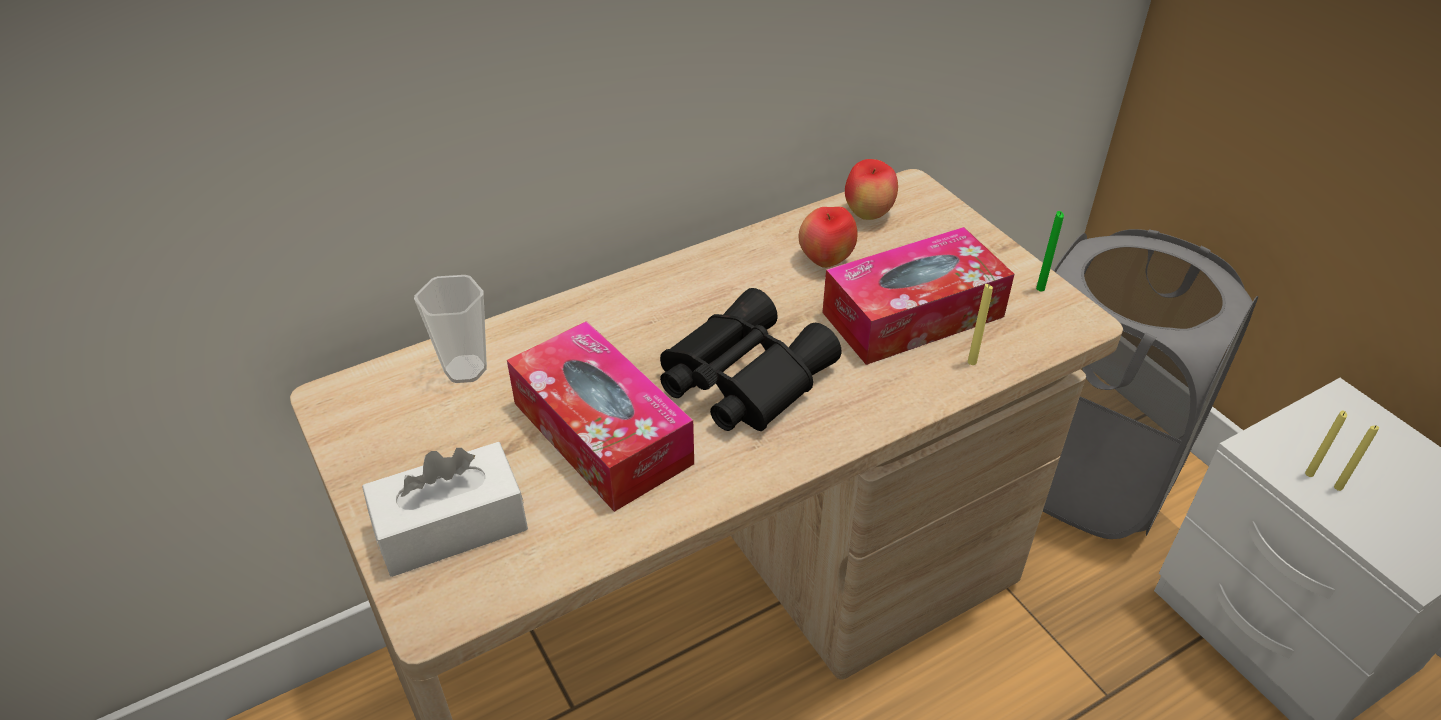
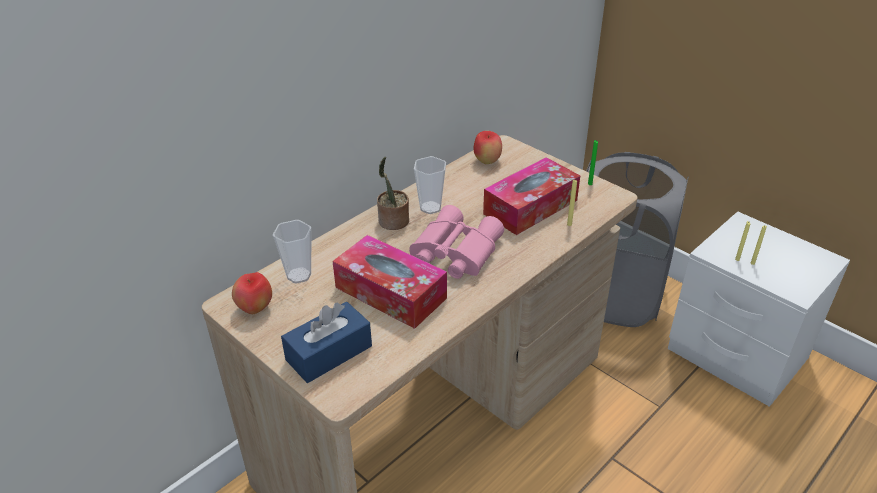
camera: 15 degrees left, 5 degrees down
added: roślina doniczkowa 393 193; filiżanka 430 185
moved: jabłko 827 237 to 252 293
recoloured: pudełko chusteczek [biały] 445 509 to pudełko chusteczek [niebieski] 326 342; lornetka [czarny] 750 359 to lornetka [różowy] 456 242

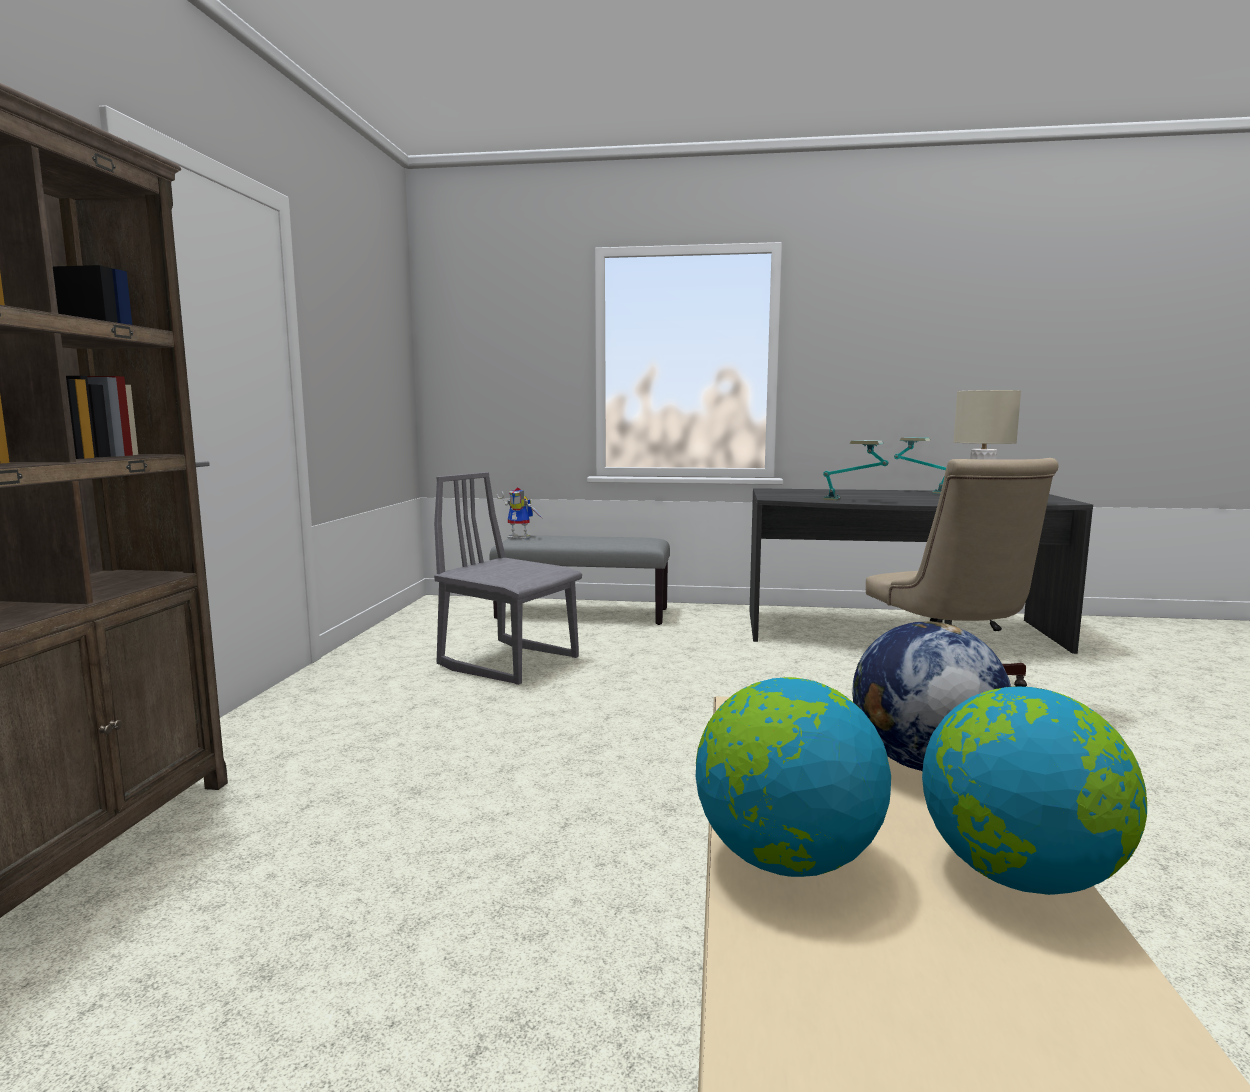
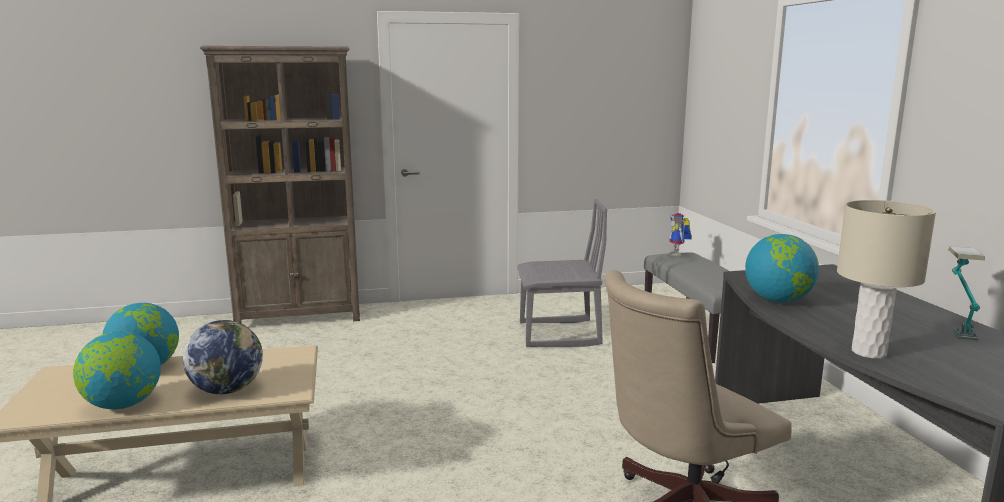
camera: 70 degrees right, 5 degrees up
replaced: lampa stołowa 856 470 to globus 782 268
turned: krzesło [szary] 508 578 = 562 273 75 degrees clockwise

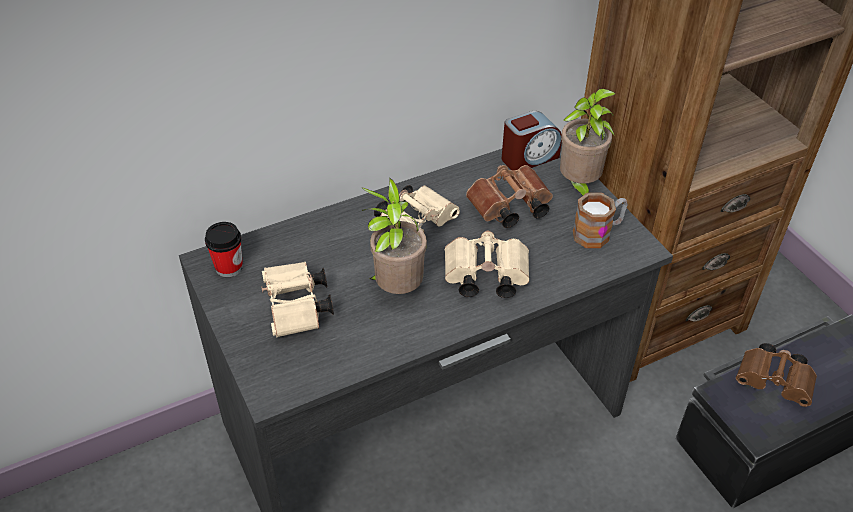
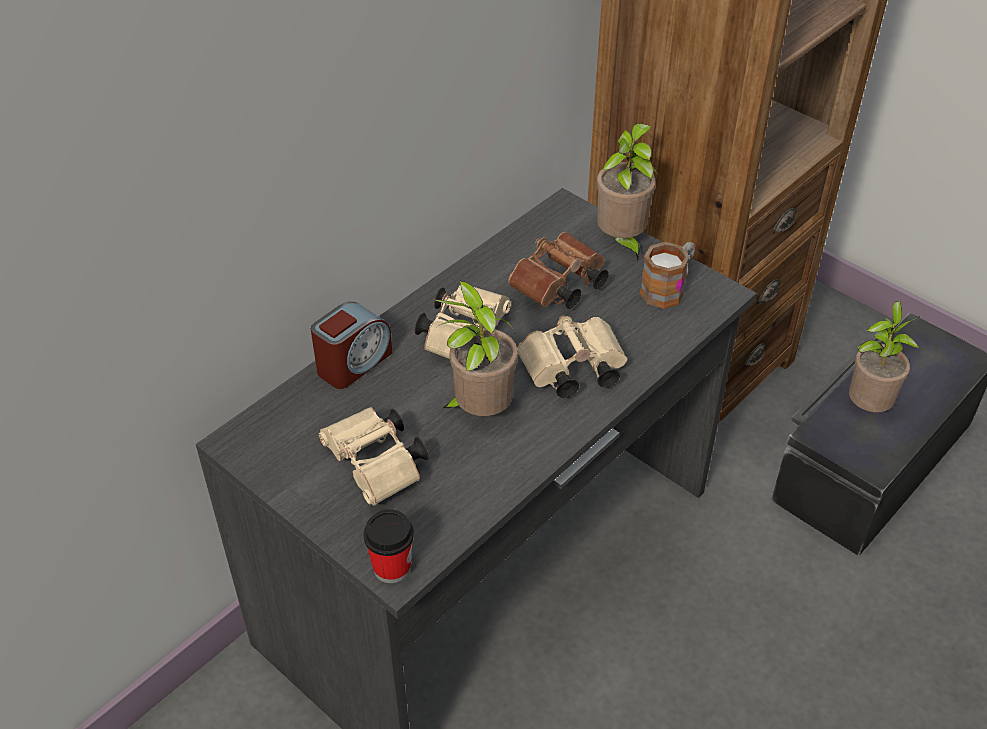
camera: 20 degrees left, 0 degrees up
moved: filiżanka 224 250 to 389 546; budzik 532 140 to 351 345
replaced: lornetka [brązowy] 776 375 to roślina doniczkowa 884 356

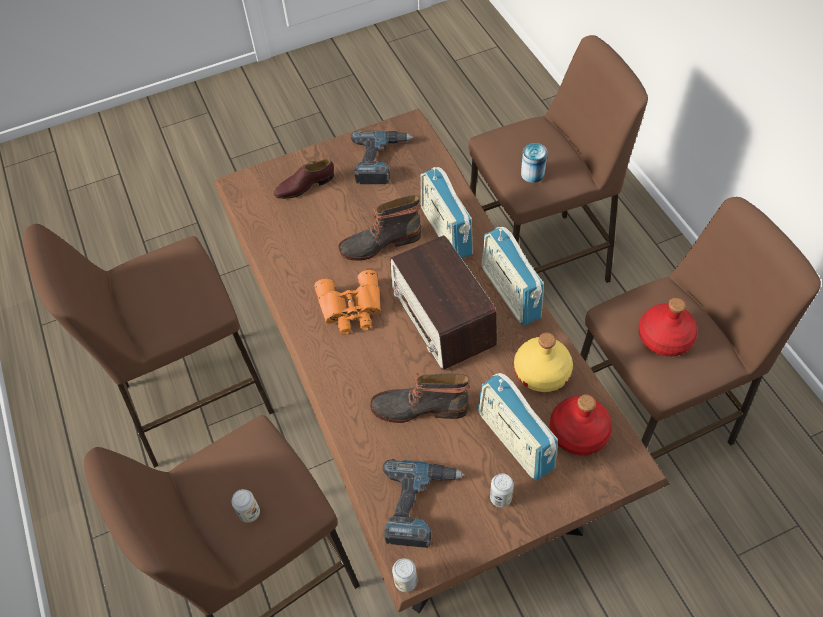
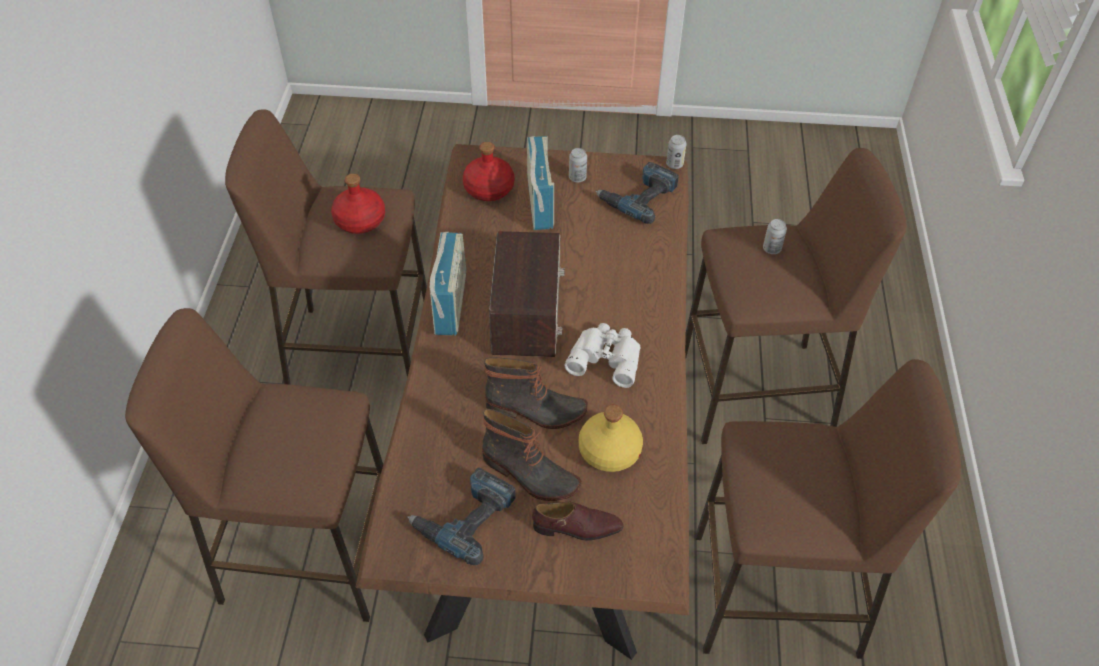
camera: 155 degrees left, 5 degrees down
removed: radio 447 212; puszka 534 163
moved: but z cholewką 419 398 to 531 455; butelka [żółty] 543 362 to 611 438
recoloured: lornetka [pomarańczowy] 347 302 to lornetka [biały] 603 355

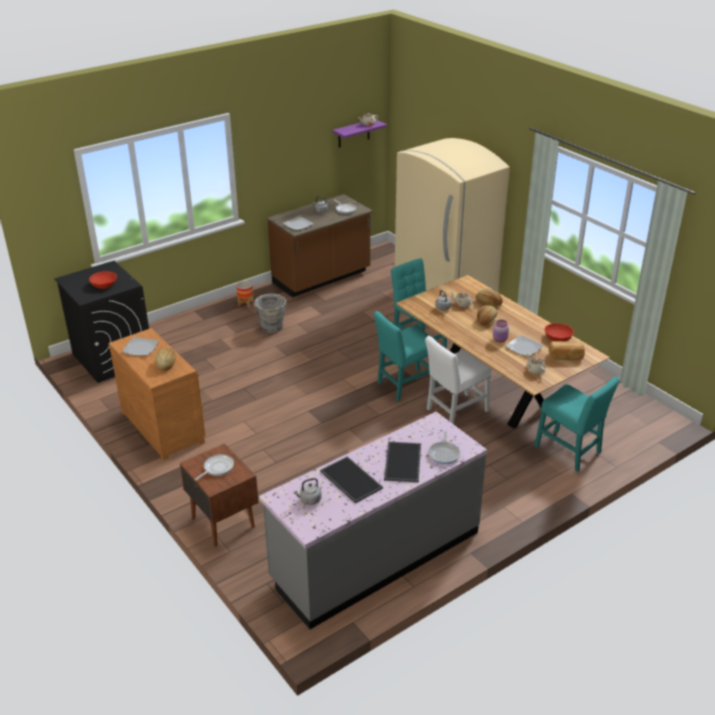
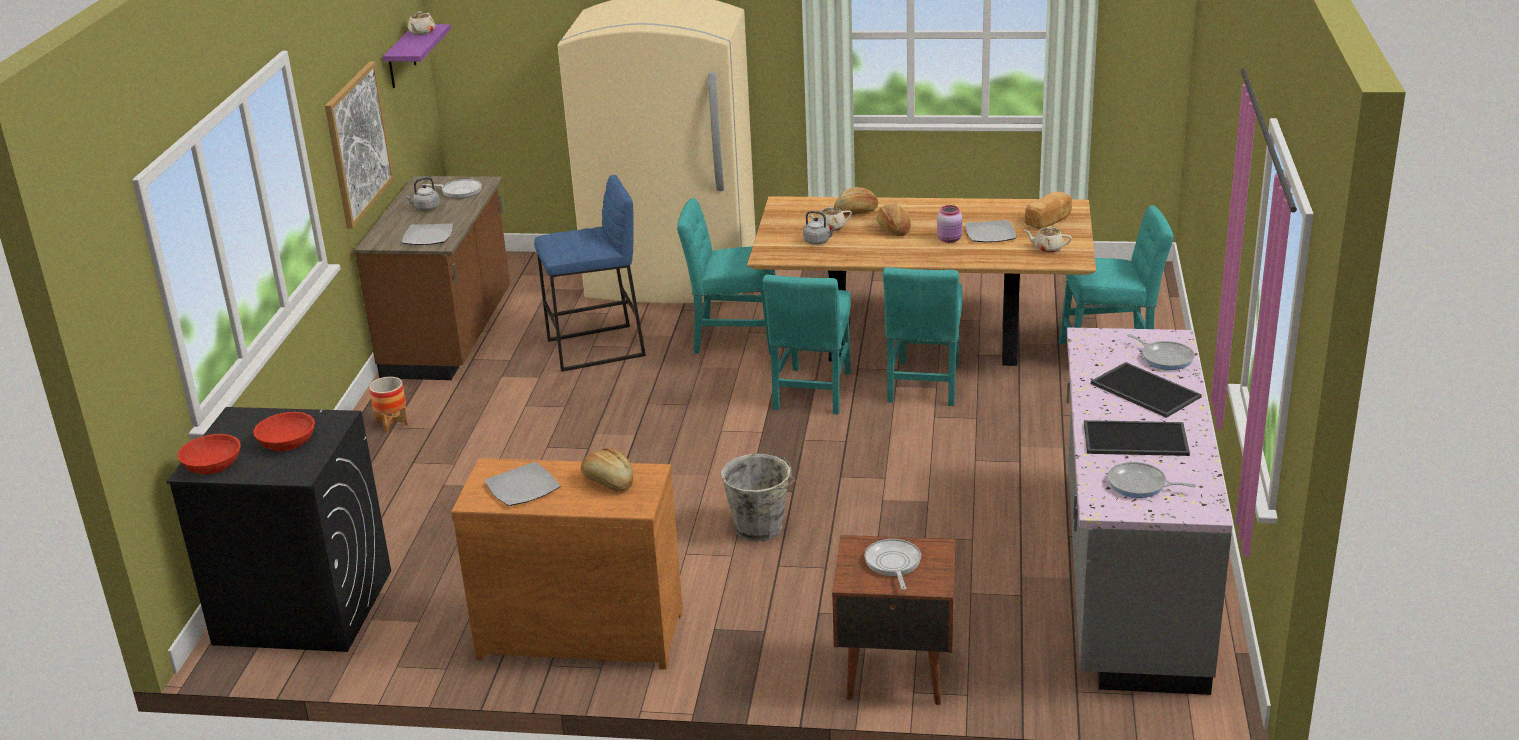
camera: 45 degrees left, 5 degrees down
added: obraz 359 145; stołek [niebieski] 590 273
moved: wiadro [szary] 270 313 to 758 497; miska [czerwony] 559 332 to 209 454
replaced: czajnik [szary] 307 491 to patelnia 1151 480
recoloured: krzesło [biały] 458 380 to krzesło [turkusowy] 922 336

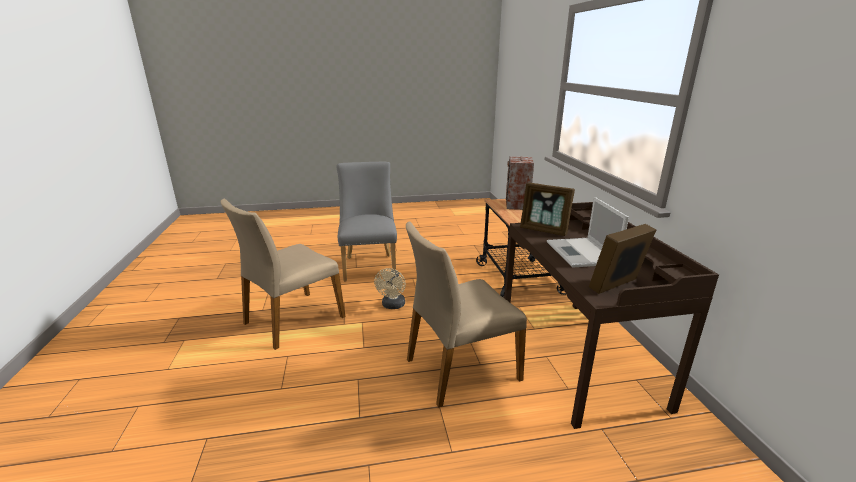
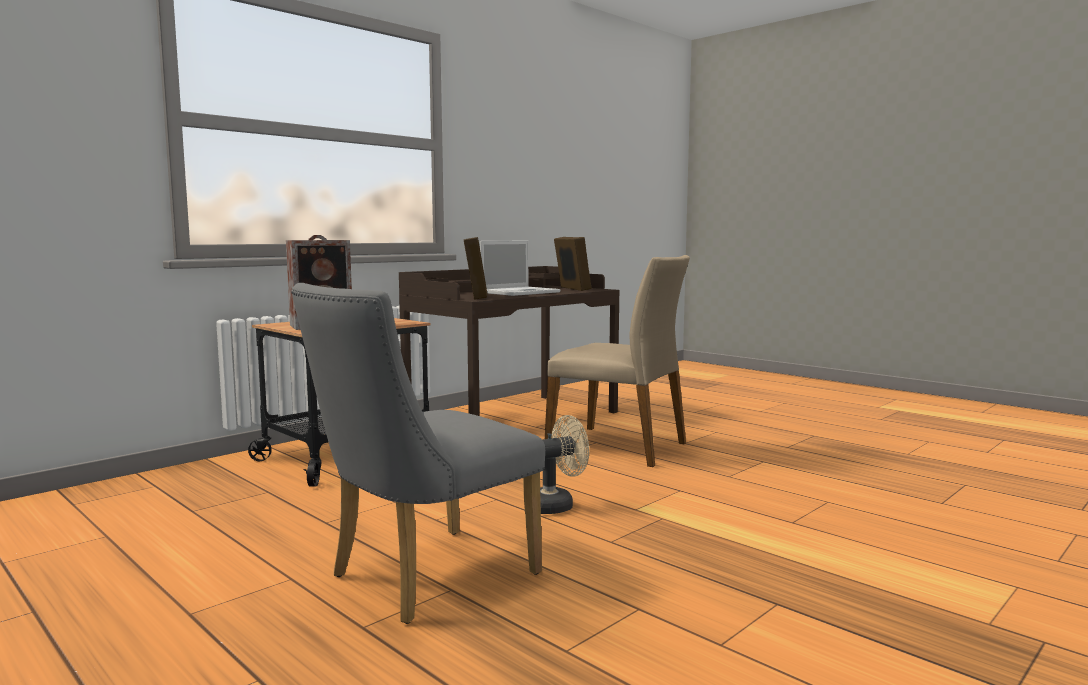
camera: 125 degrees left, 15 degrees down
removed: krzesło [beżowy] 283 274
turned: ramka na zdjęcie 622 259 = 573 264 135 degrees counterclockwise

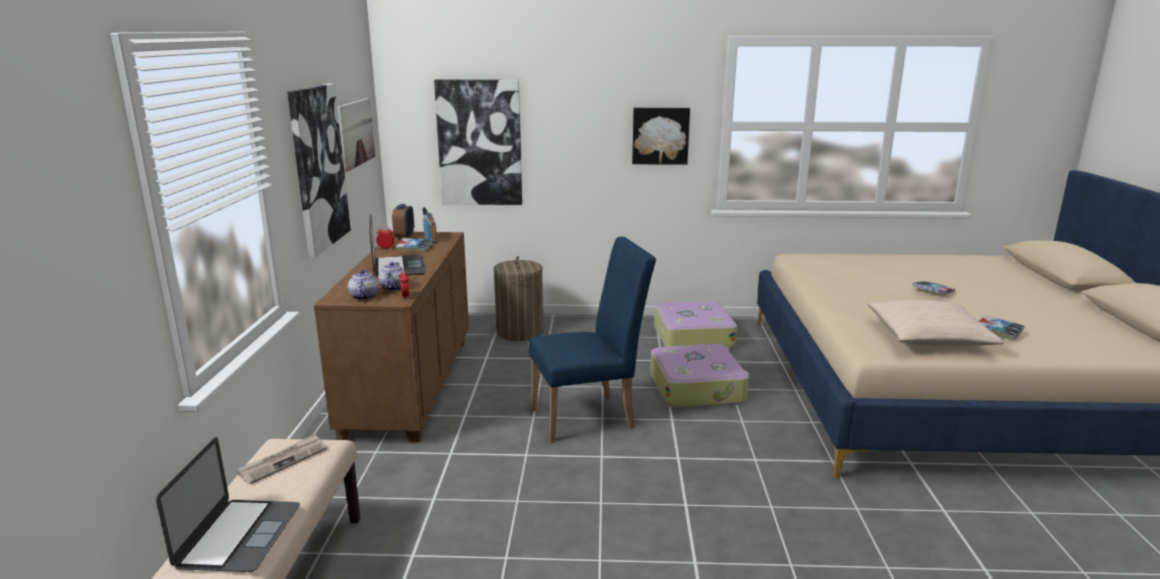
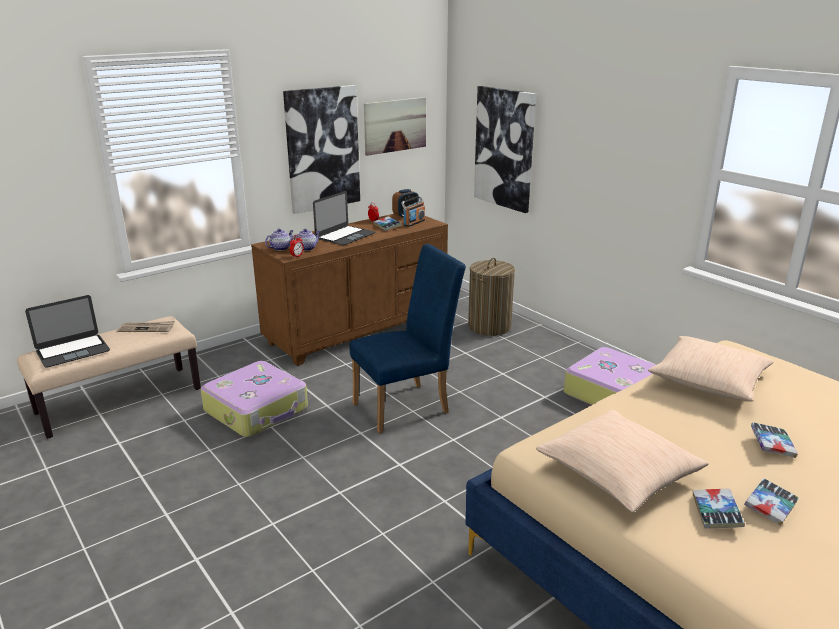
camera: 50 degrees right, 5 degrees up
removed: obraz 661 136
added: poduszka [beżowy] 711 369; książka 771 502
moved: walizka 699 376 to 254 399
turned: krzesło [niebieski] 592 340 = 407 338 60 degrees counterclockwise

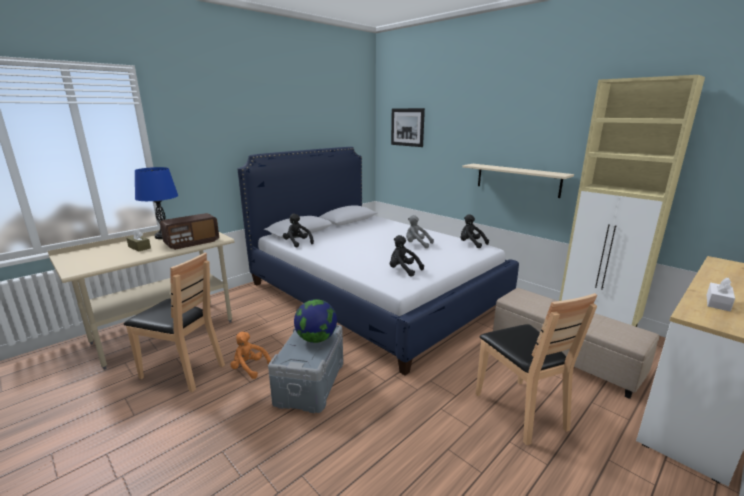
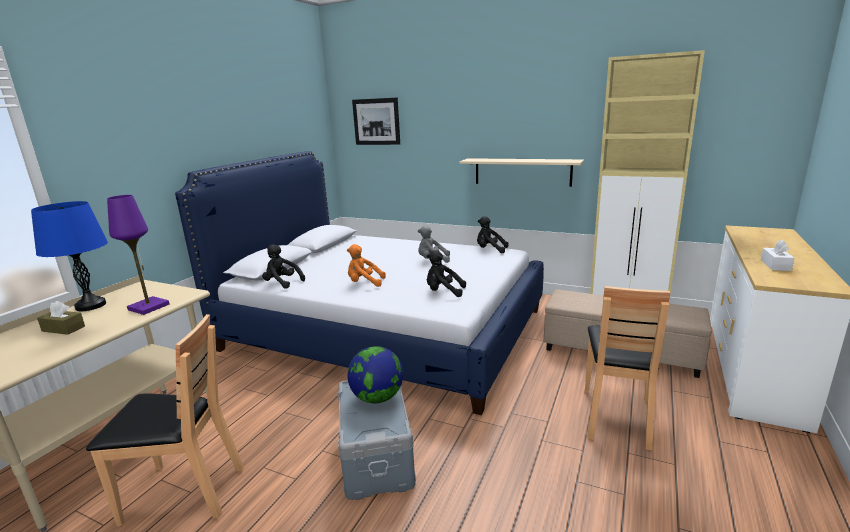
camera: 20 degrees left, 0 degrees up
moved: pluszak [pomarańczowy] 250 355 to 366 265
replaced: radio 189 231 to lampa stołowa [fioletowy] 138 255
turned: krzesło [brązowy] 536 369 = 628 368 60 degrees clockwise

